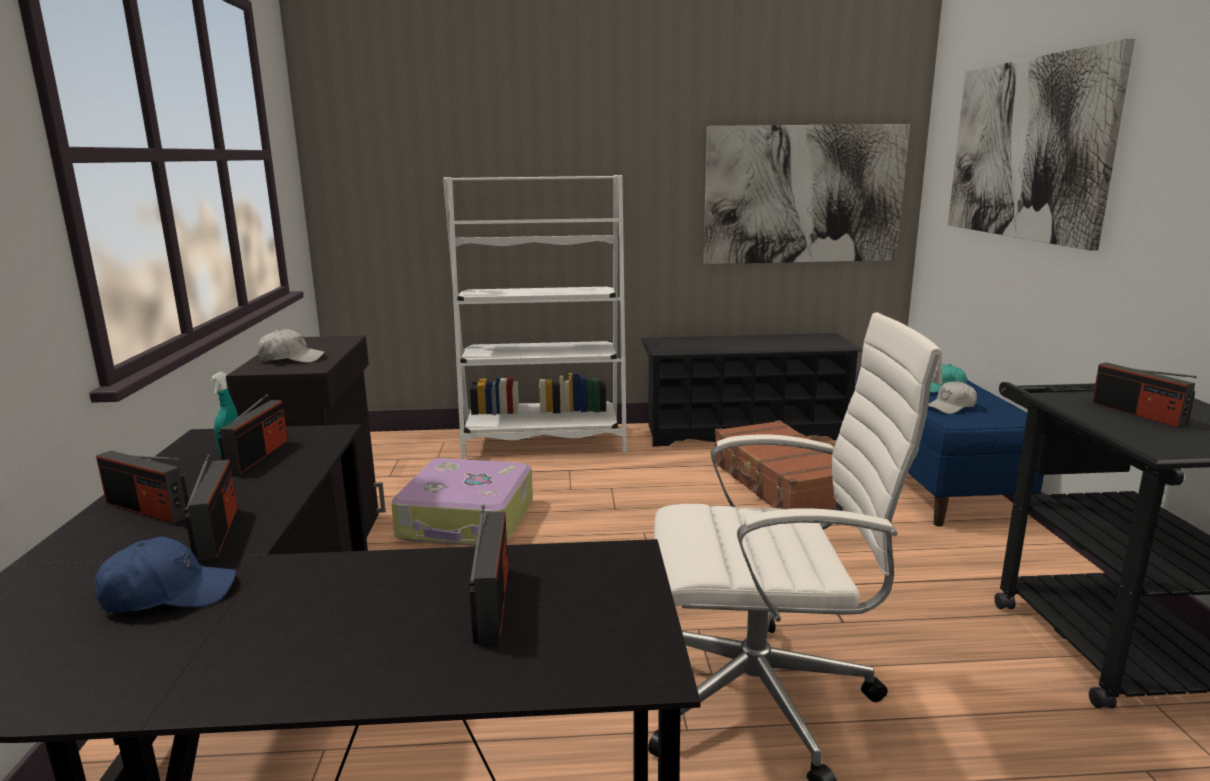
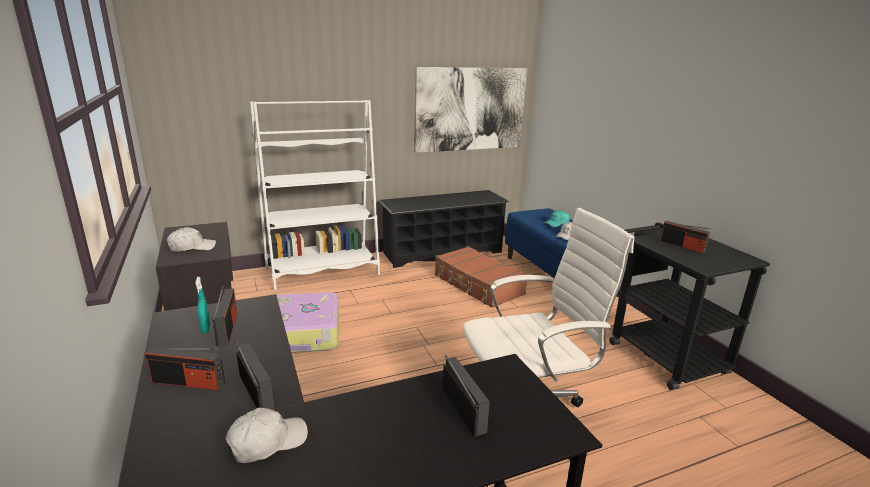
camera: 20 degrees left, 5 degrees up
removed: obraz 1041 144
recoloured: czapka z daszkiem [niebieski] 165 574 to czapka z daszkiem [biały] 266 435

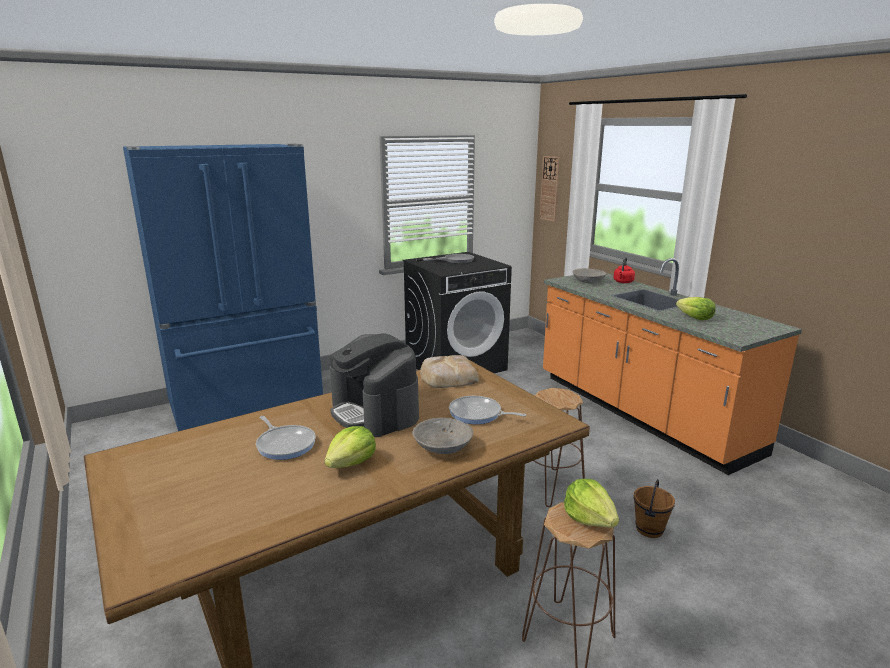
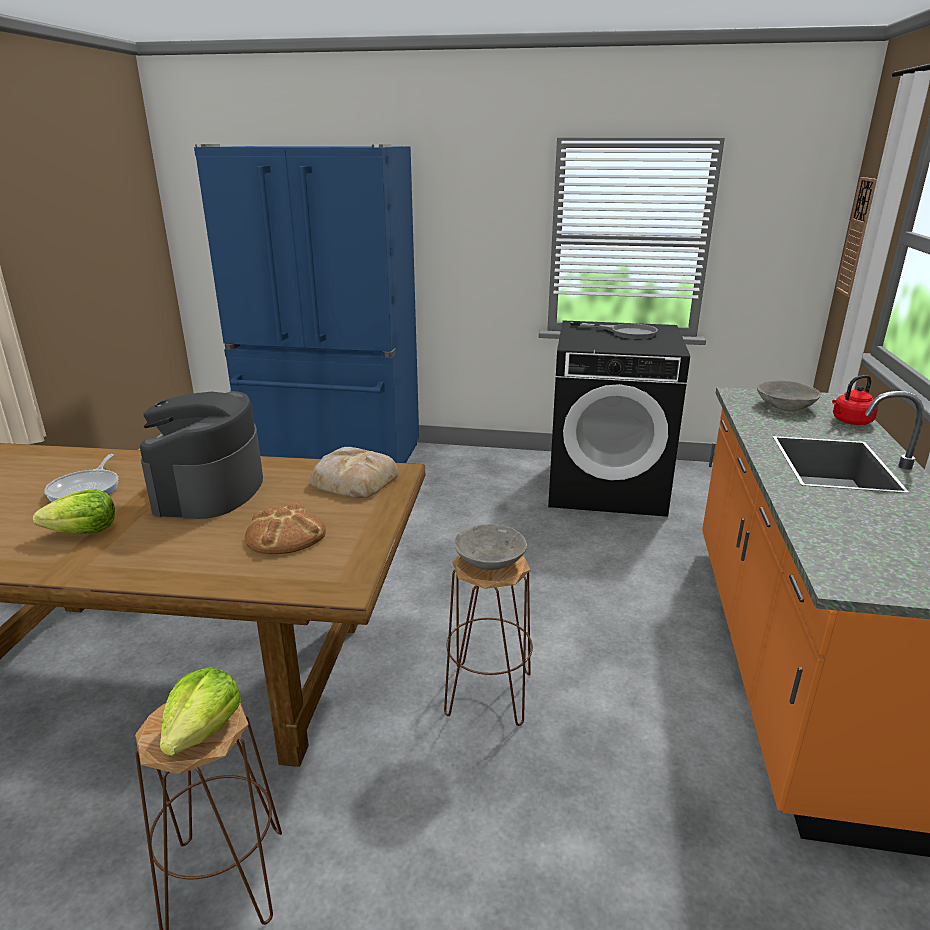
camera: 40 degrees right, 5 degrees up
removed: wiadro [brązowy] 654 508; sałata 696 309
moved: miska [szary] 442 436 to 490 547
replaced: patelnia 487 410 to chleb 285 528

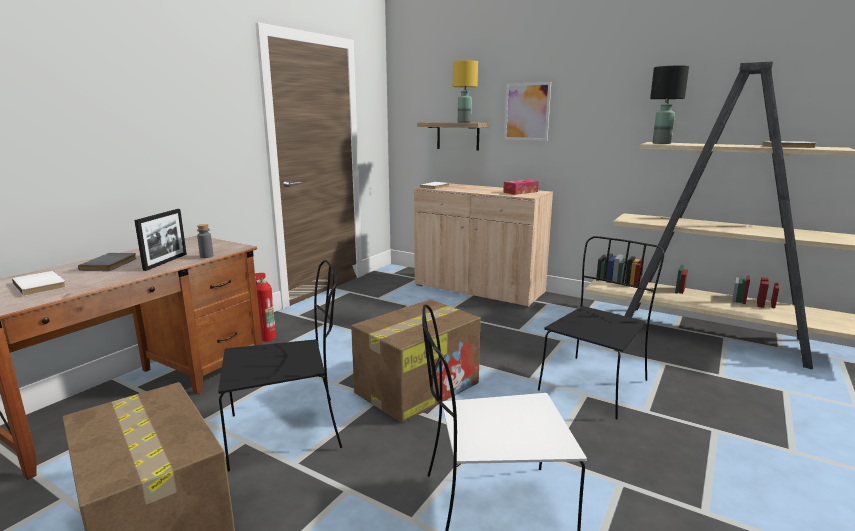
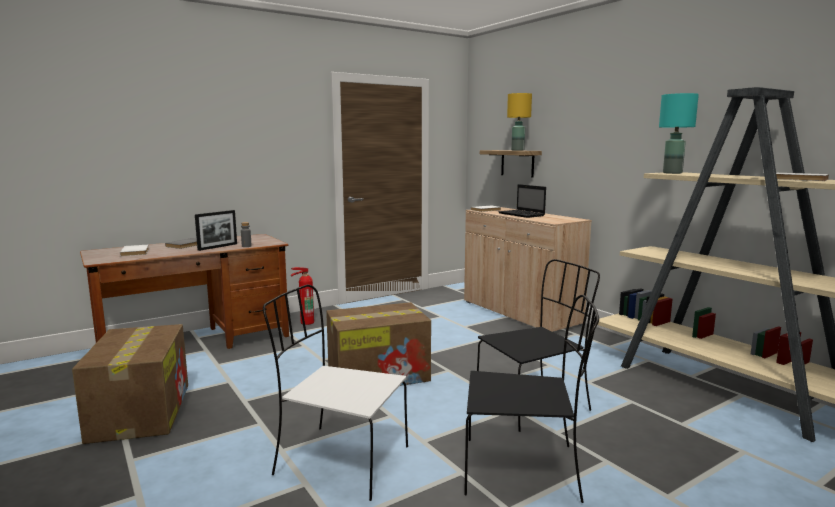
camera: 25 degrees right, 5 degrees down
removed: pudełko chusteczek 521 187; obraz 527 111
added: laptop 522 201
moved: krzesło [czarny] 280 366 to 531 399
recoloured: lampa stołowa [czarny] 669 105 to lampa stołowa [turkusowy] 679 133

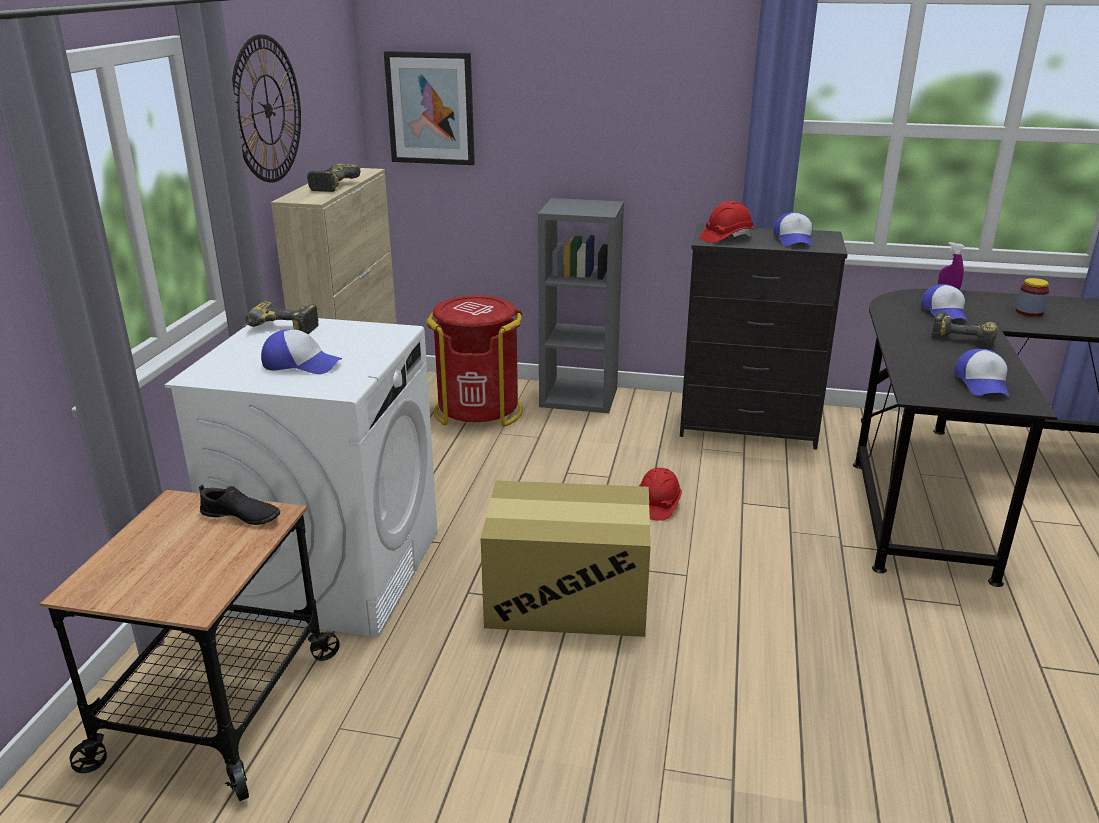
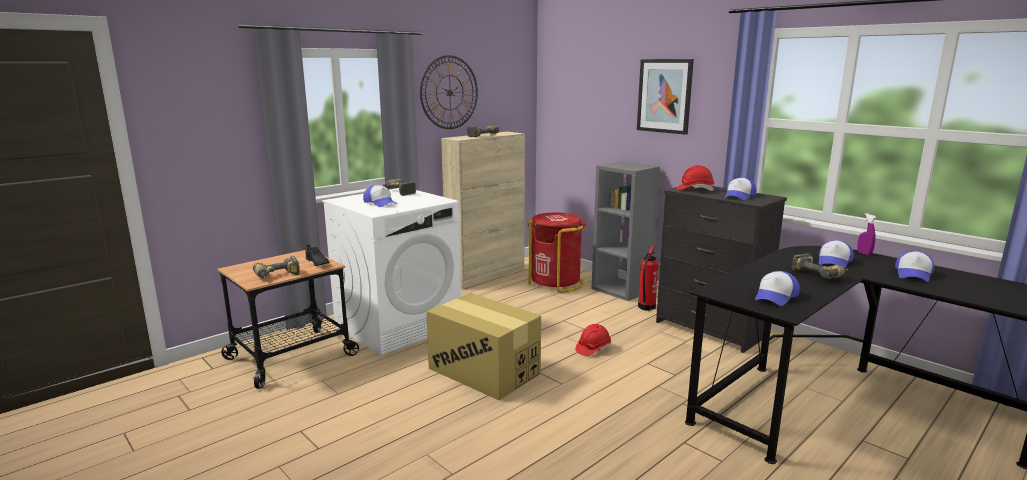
camera: 35 degrees right, 10 degrees down
added: wiertarka 276 267; gaśnica 648 278
moved: obraz 429 108 to 665 97
replaced: słoik 1032 297 to czapka z daszkiem 914 266

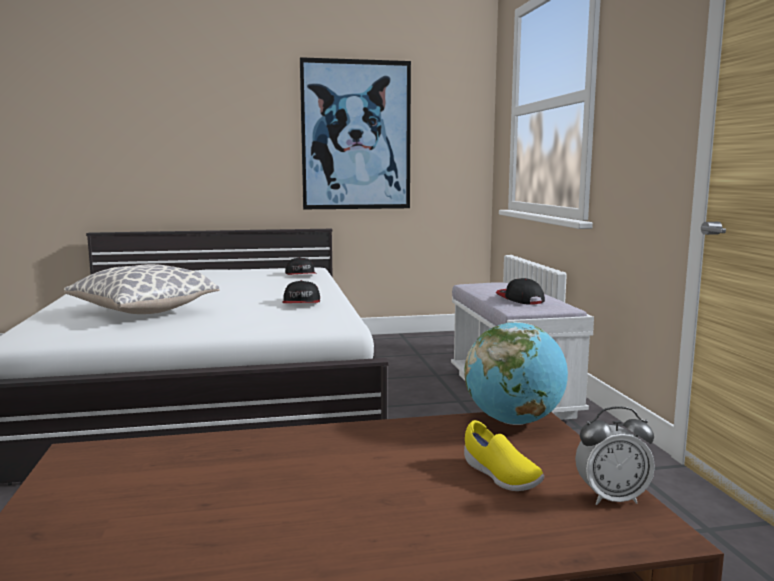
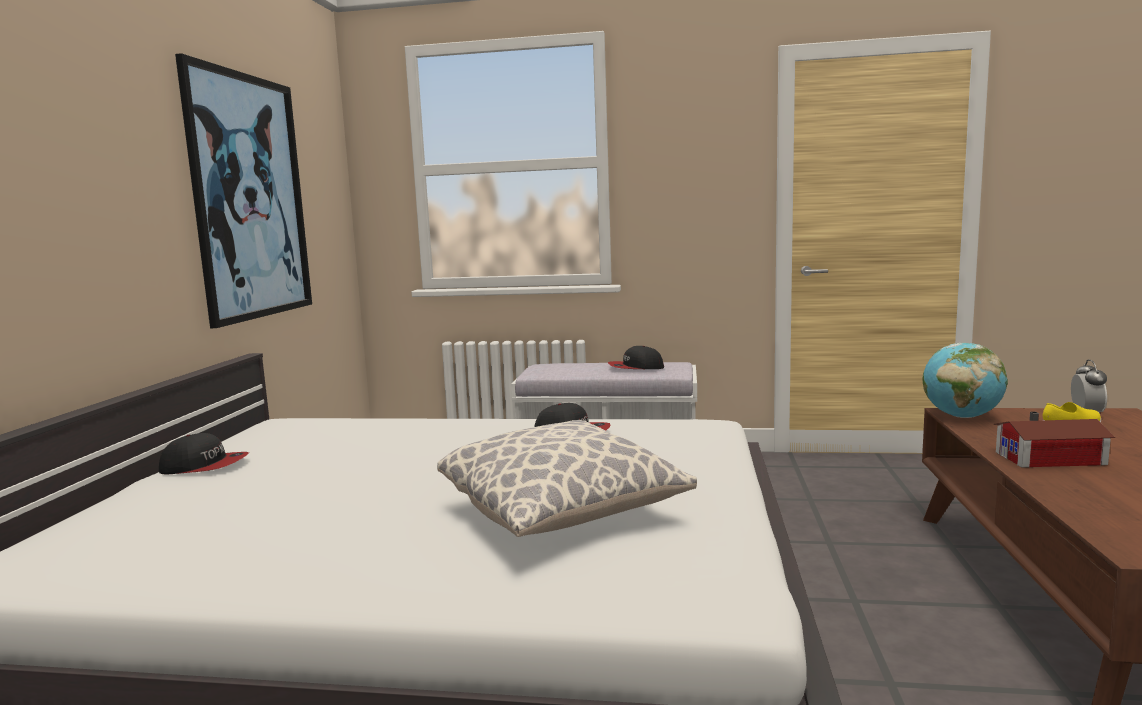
camera: 70 degrees left, 0 degrees up
added: domek 1055 440
moved: czapka z daszkiem 300 266 to 204 454

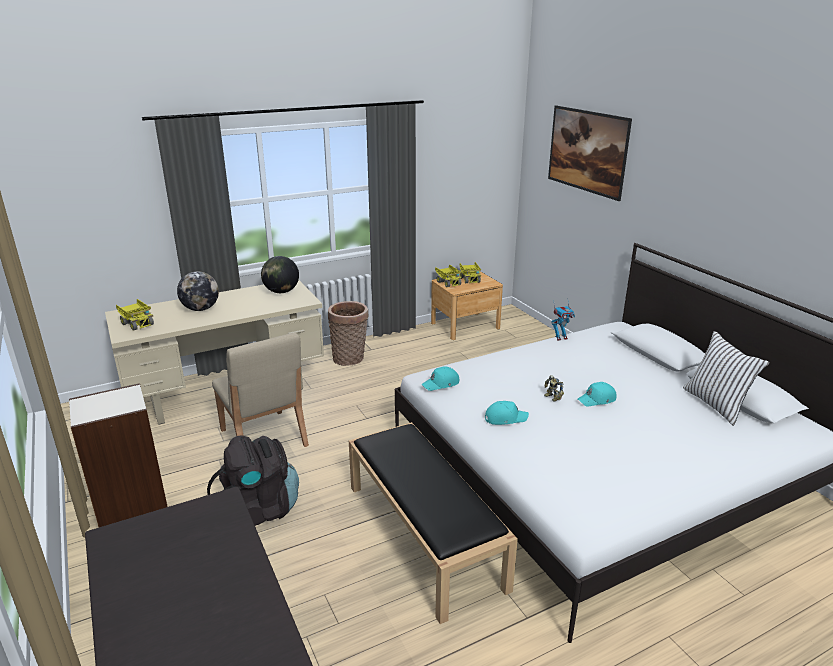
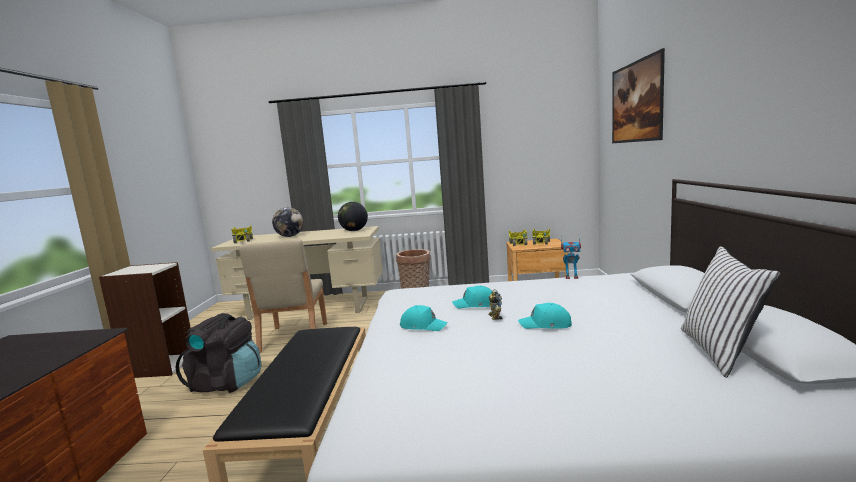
camera: 30 degrees right, 15 degrees down
moved: czapka z daszkiem [turkusowy] 440 378 to 472 297

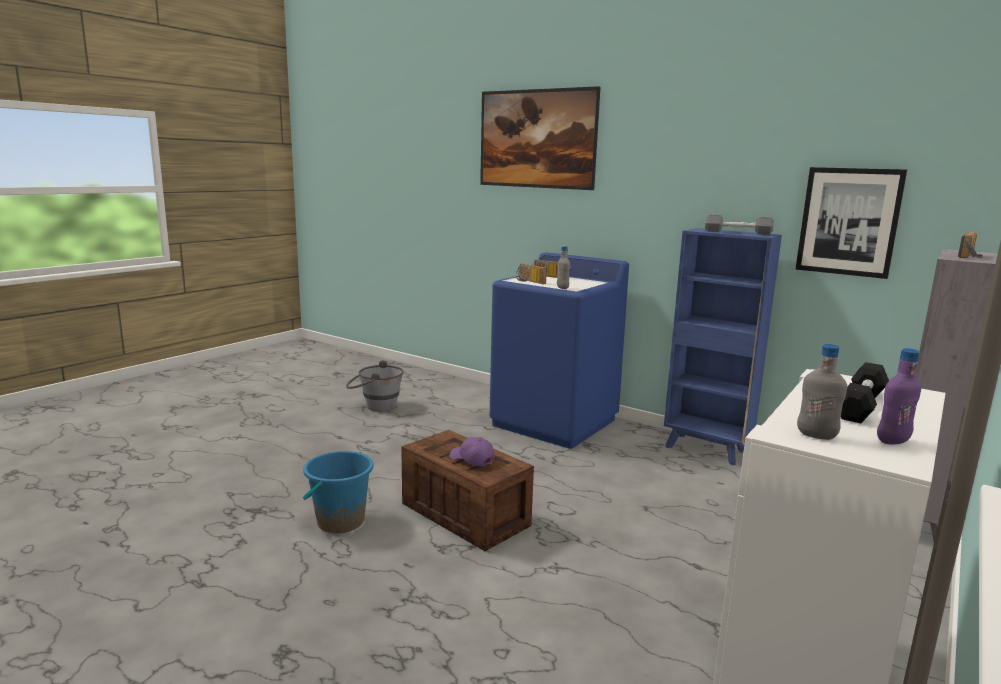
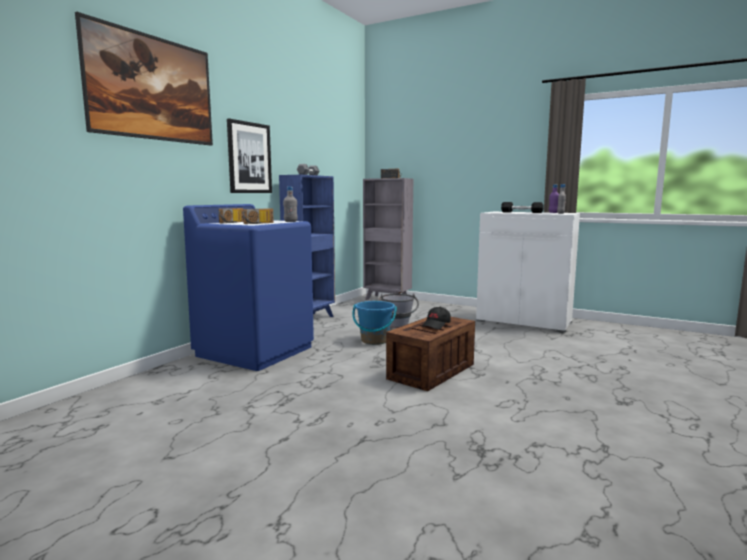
camera: 95 degrees left, 5 degrees down
moved: wiadro [niebieski] 338 492 to 374 323; wiadro [szary] 375 385 to 399 310; obraz 851 223 to 249 156
recoloured: czapka z daszkiem [fioletowy] 472 451 to czapka z daszkiem [czarny] 436 317

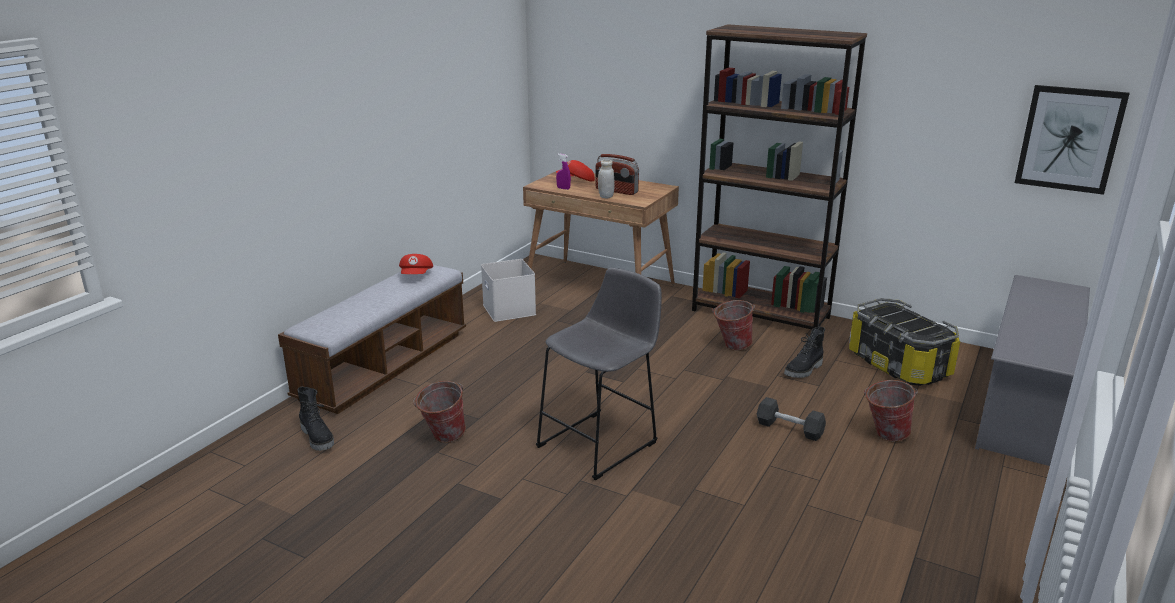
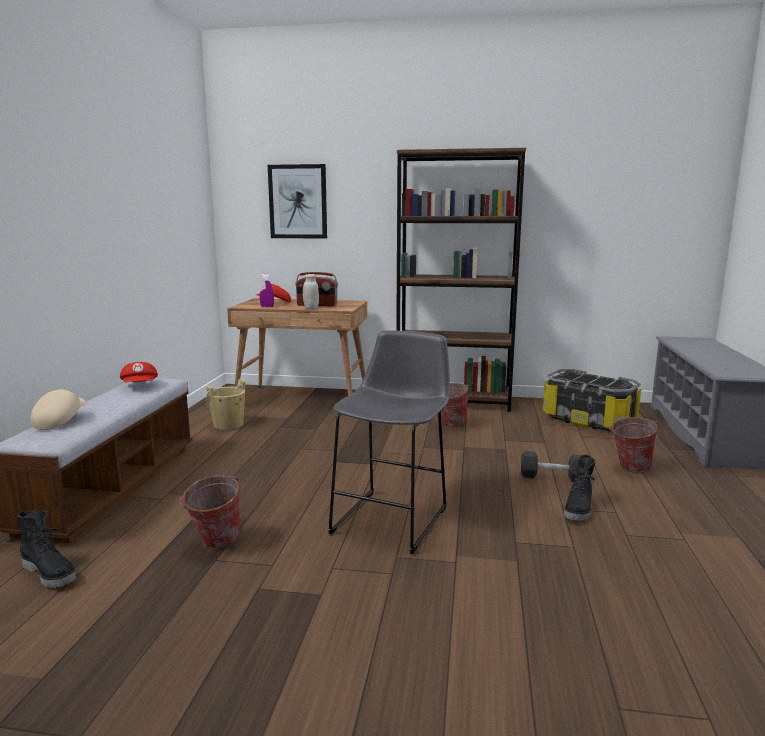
camera: 20 degrees left, 10 degrees down
added: czapka z daszkiem [beżowy] 58 409
moved: but z cholewką [czarny] 804 352 to 580 488; obraz 1072 140 to 297 201
replaced: pojemnik do przechowywania [biały] 508 290 to wiadro [beżowy] 225 404

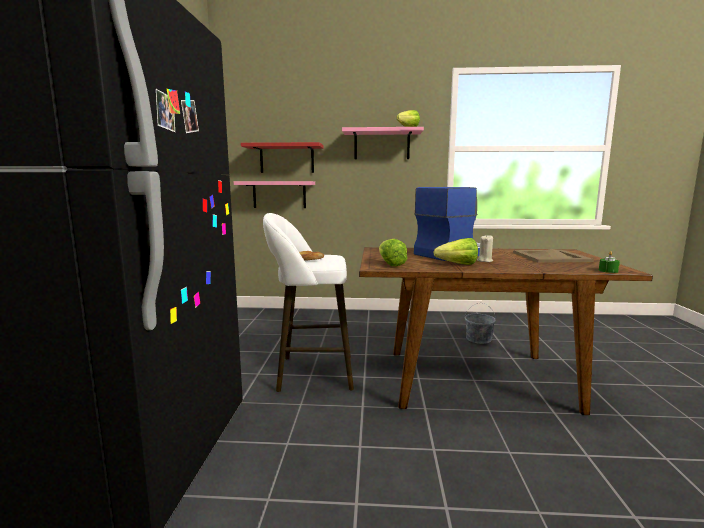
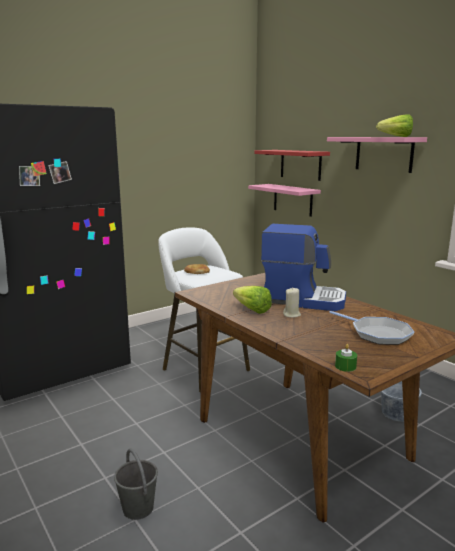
camera: 50 degrees right, 5 degrees up
removed: sałata 393 253
added: wiadro [szary] 136 484
replaced: taca [beżowy] 553 256 to patelnia 371 328

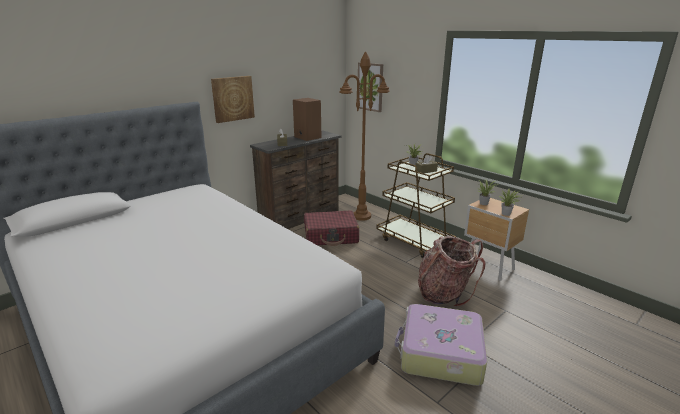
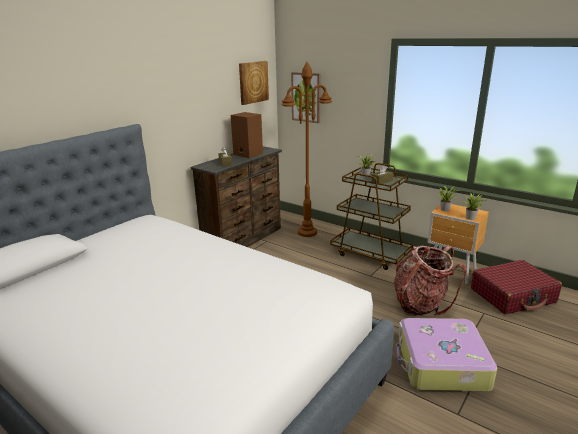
camera: 10 degrees left, 0 degrees up
moved: obraz 233 99 to 254 83; walizka [czerwony] 331 228 to 516 287

